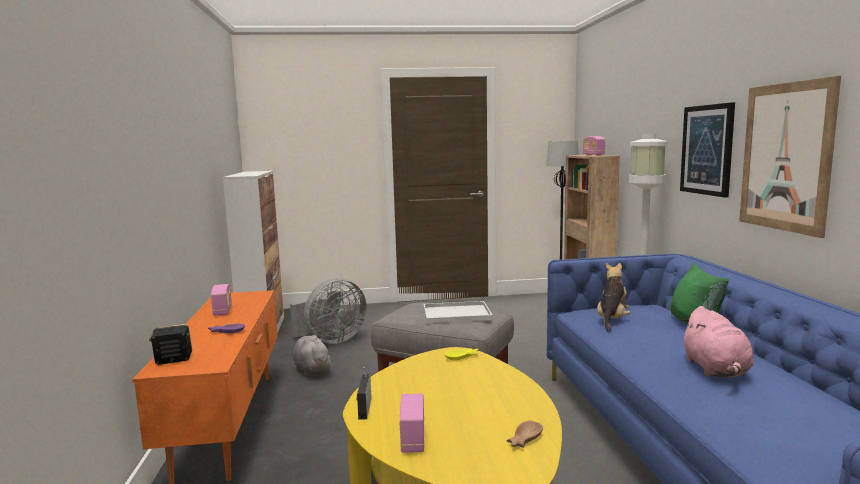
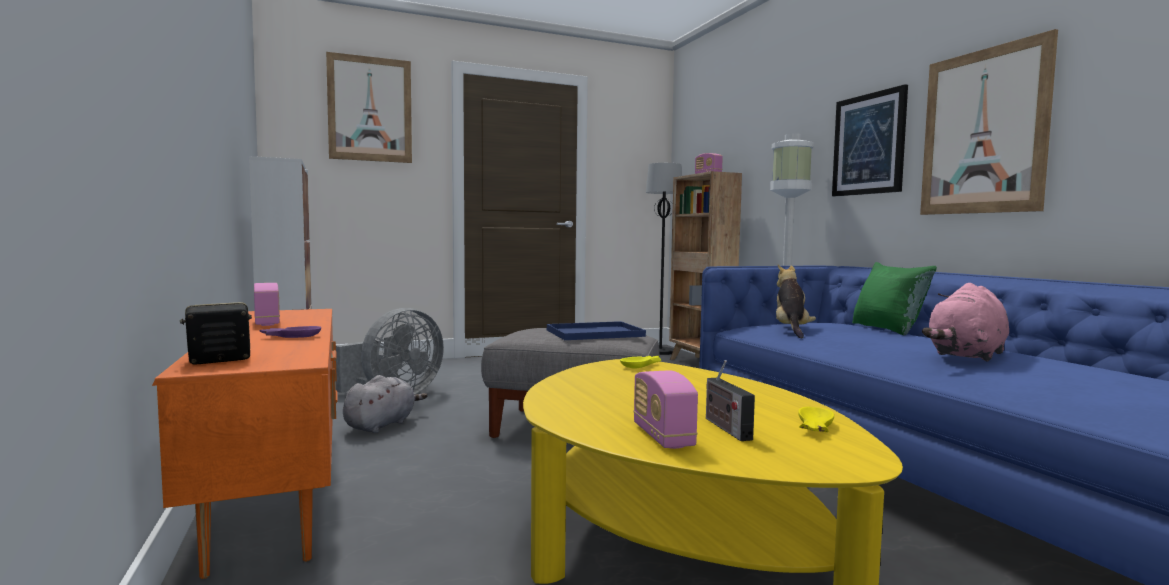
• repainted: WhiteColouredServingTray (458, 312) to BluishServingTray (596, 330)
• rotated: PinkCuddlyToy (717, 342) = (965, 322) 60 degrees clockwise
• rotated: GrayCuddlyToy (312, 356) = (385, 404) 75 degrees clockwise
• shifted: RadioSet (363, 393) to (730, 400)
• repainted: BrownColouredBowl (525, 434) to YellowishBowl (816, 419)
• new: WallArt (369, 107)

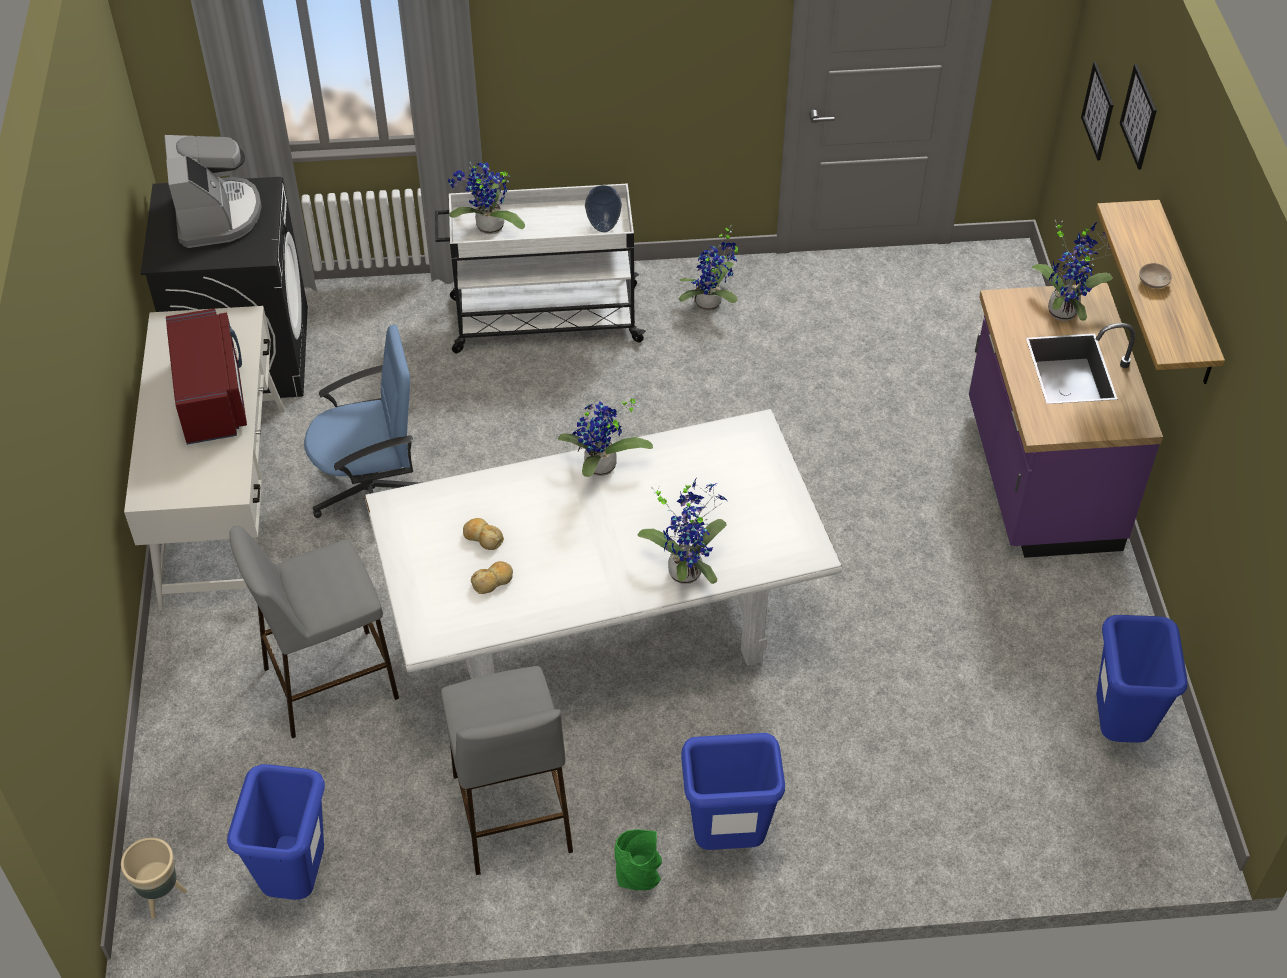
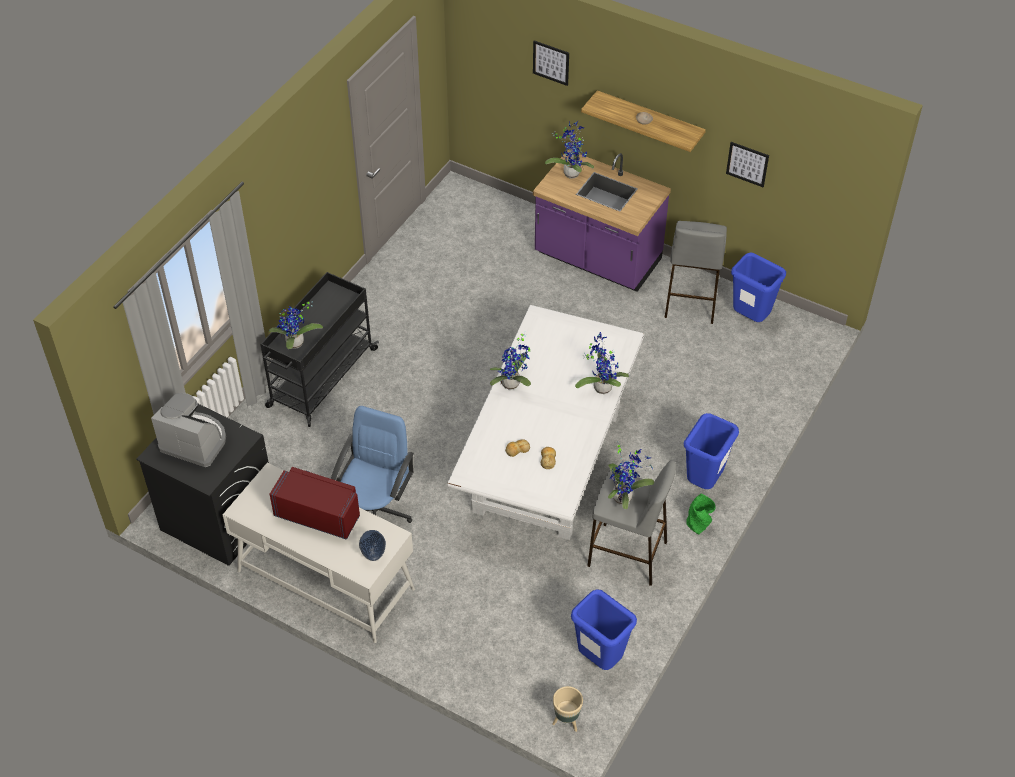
• shifted: WallArt (1097, 111) to (747, 164)
• repainted: WhiteColouredCart (540, 268) to BlackishCart (319, 349)
• shifted: FlowerVase (603, 208) to (372, 545)
• shifted: PottedPlant (708, 268) to (631, 476)
• shifted: GrayStoolSeat (314, 631) to (695, 272)

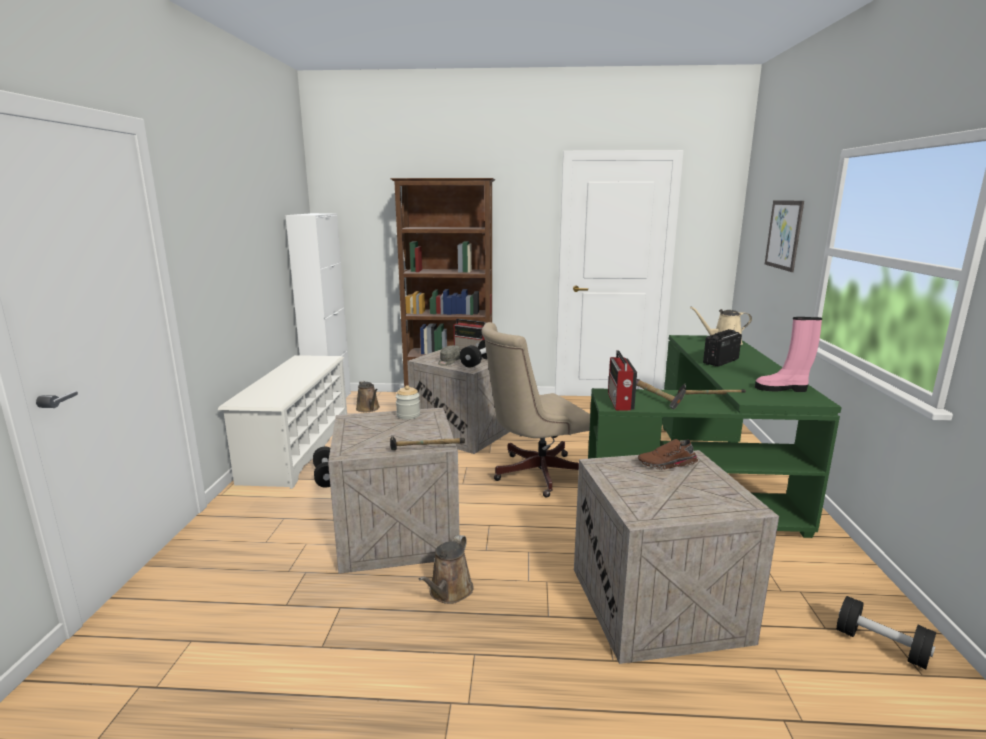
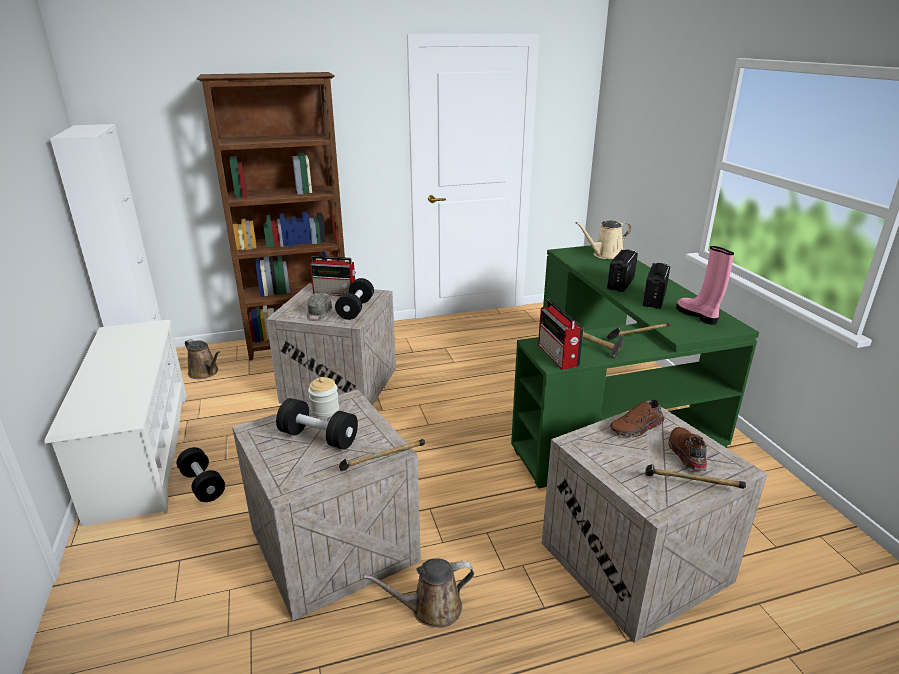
• gone: WallArt (784, 236)
• rotated: PinkHighTopBoot (788, 354) = (705, 285) 75 degrees clockwise
• gone: BeigeComputerChair (535, 410)
• rotated: BrownColouredSprinklingCan (446, 569) = (418, 593) 75 degrees clockwise
• shifted: BlackishHandWeight (886, 632) to (317, 423)
• new: RadioSet (656, 286)
• new: BrownColouredShoe (687, 449)
• new: HandHammer (695, 476)

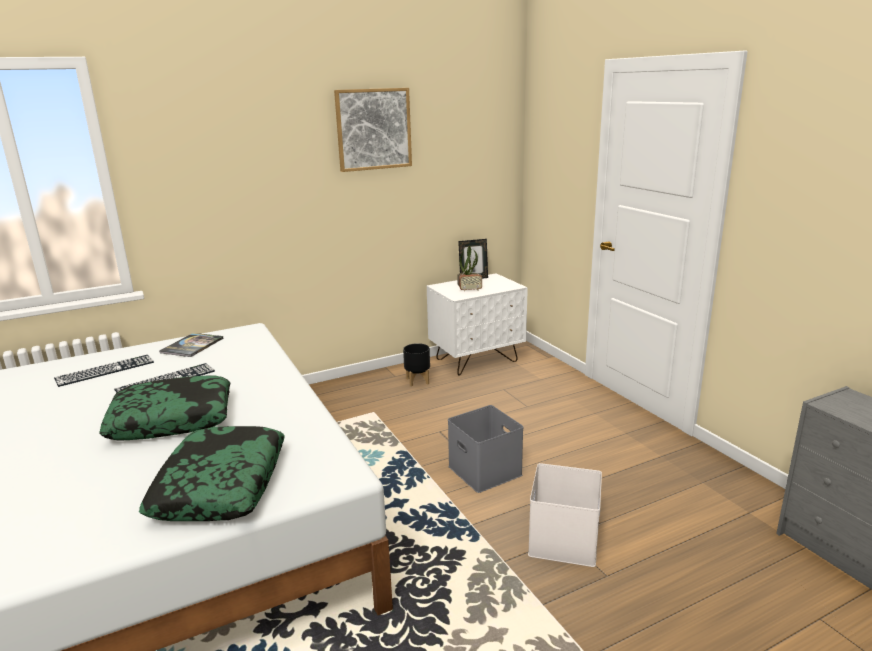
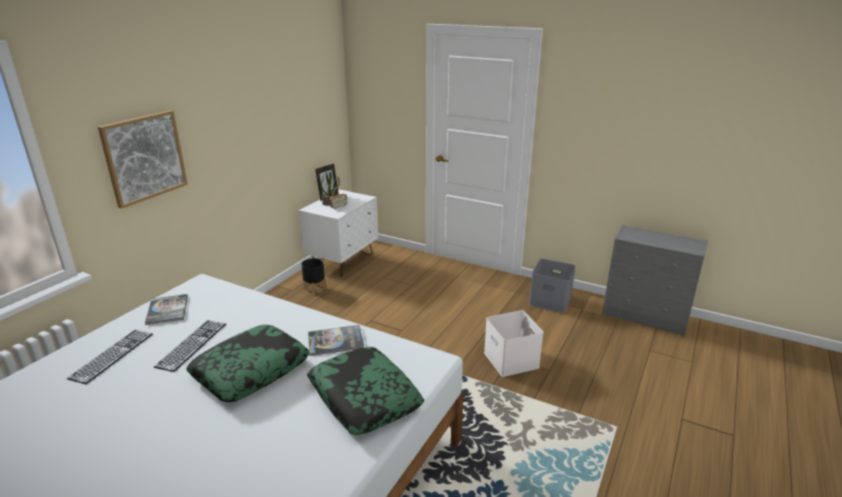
• shifted: WallArt (373, 130) to (143, 159)
• shifted: GrayStorageContainer (486, 449) to (552, 285)
• new: Book (336, 340)

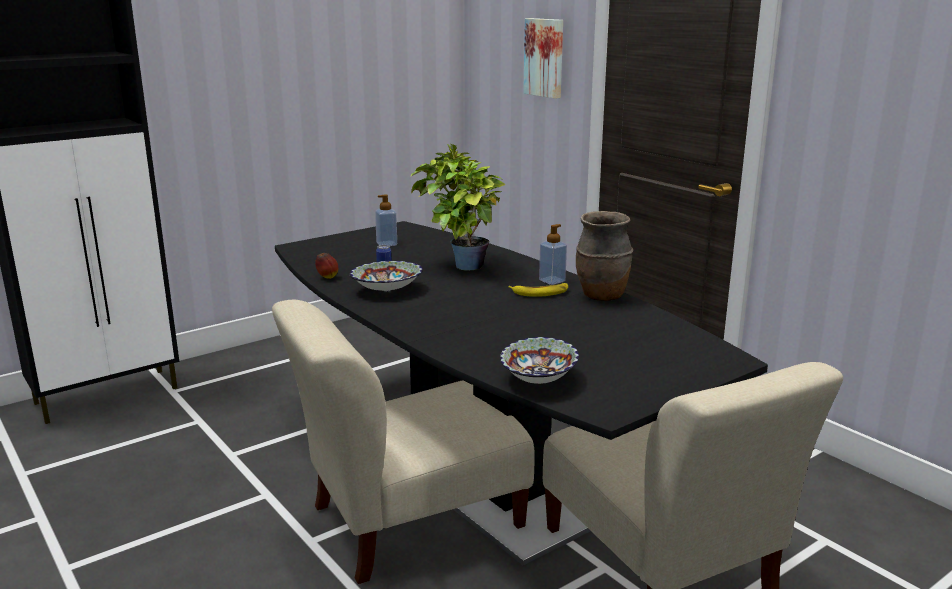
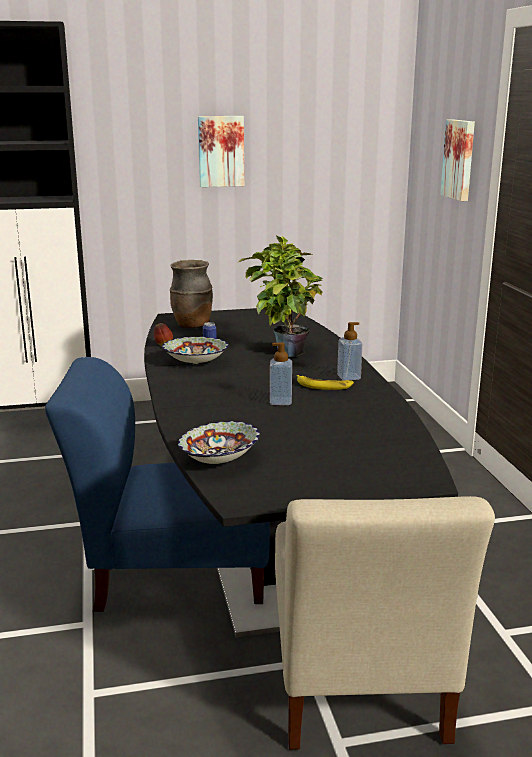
• shifted: SoapBottle (386, 220) to (281, 373)
• shifted: BrownColouredFlowerVase (604, 256) to (191, 294)
• repainted: BeigeUprightChair (403, 442) to BluishUprightChair (157, 484)
• new: WallArt (221, 151)

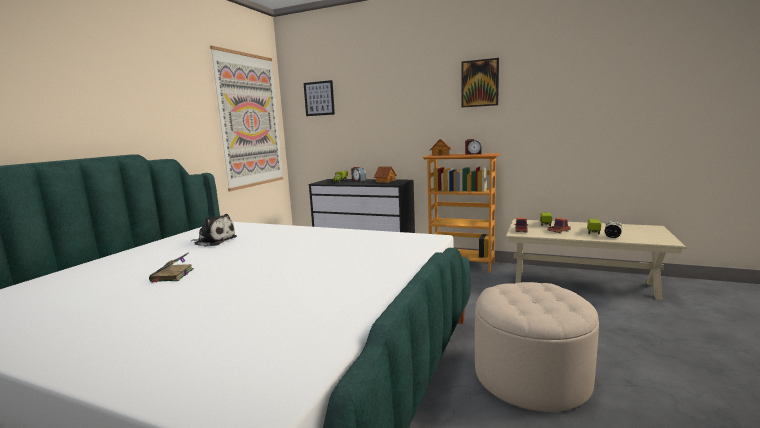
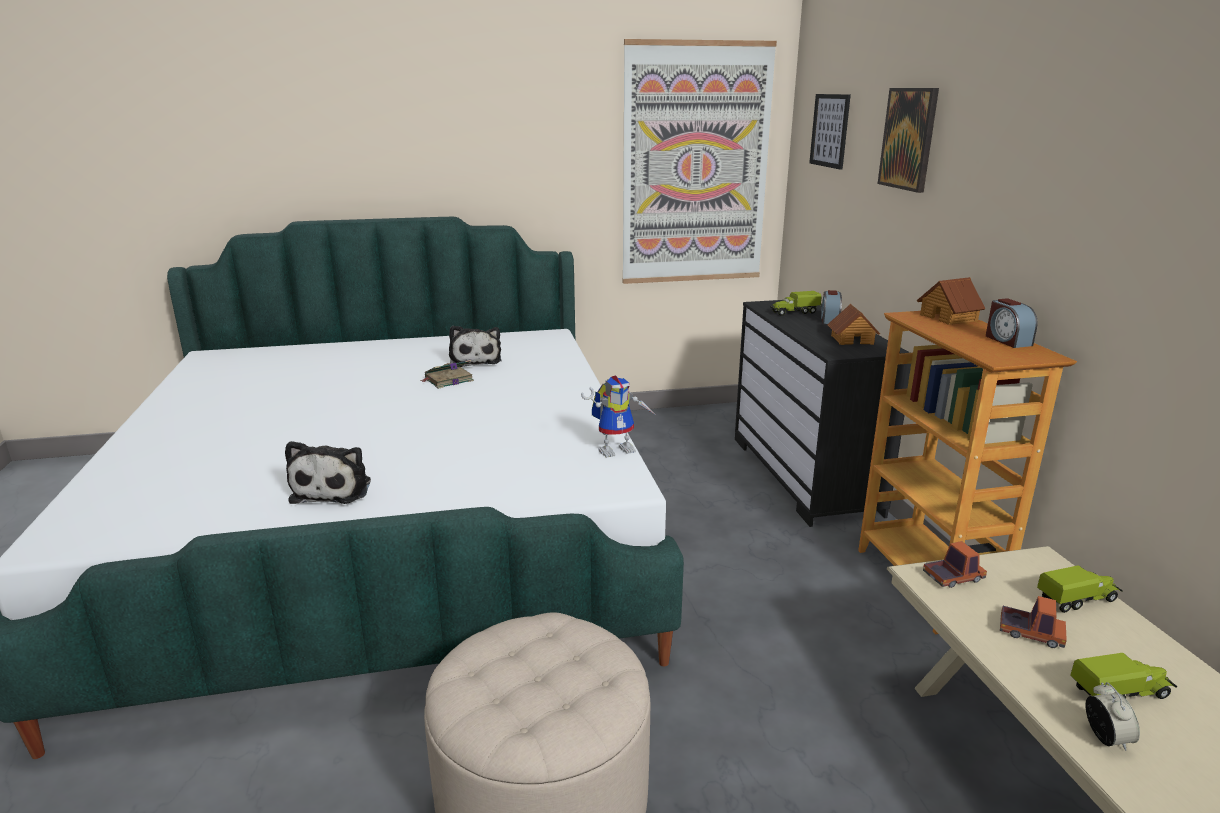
• shifted: WallArt (480, 82) to (908, 140)
• shifted: Book (171, 267) to (447, 374)
• new: RobotFigure (617, 416)
• new: CuddlyToy (328, 472)

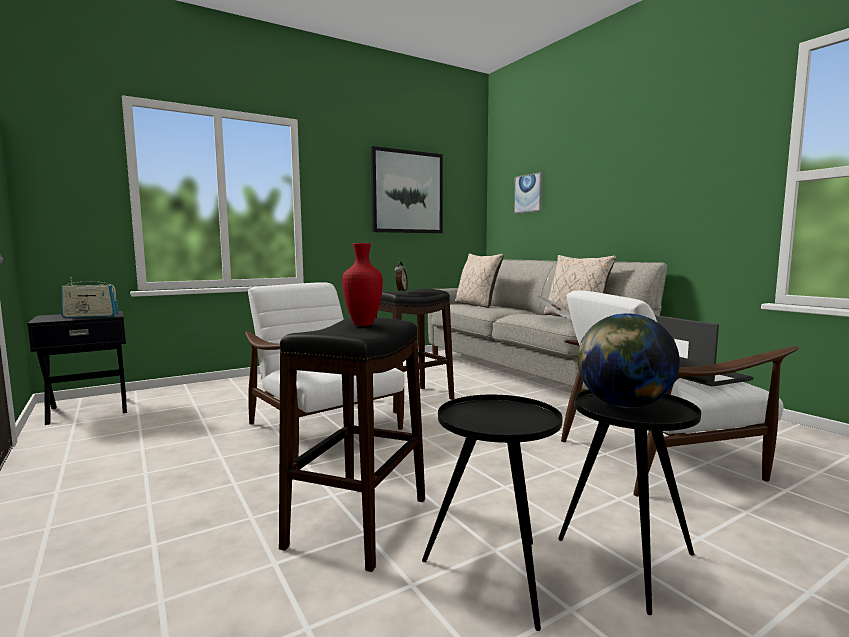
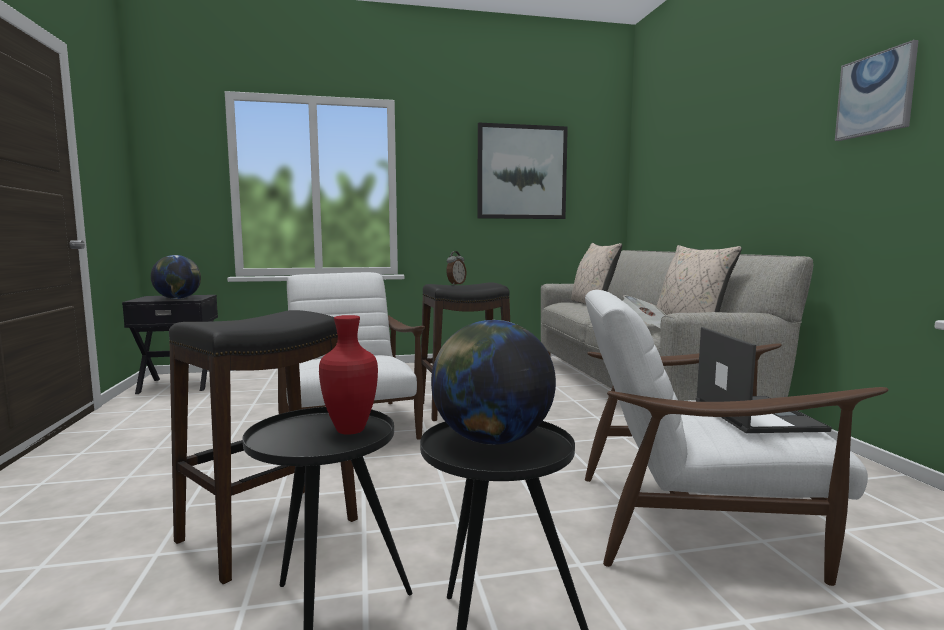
• shifted: WallArt (528, 193) to (877, 90)
• shifted: ReddishFlowerVase (362, 284) to (348, 375)
• swapped: RadioSet (90, 298) to Globe (176, 277)

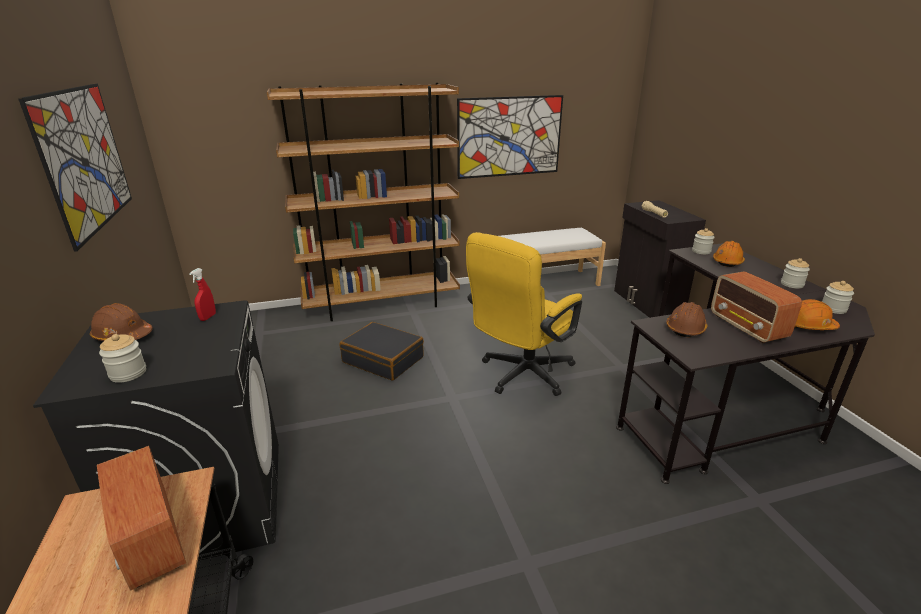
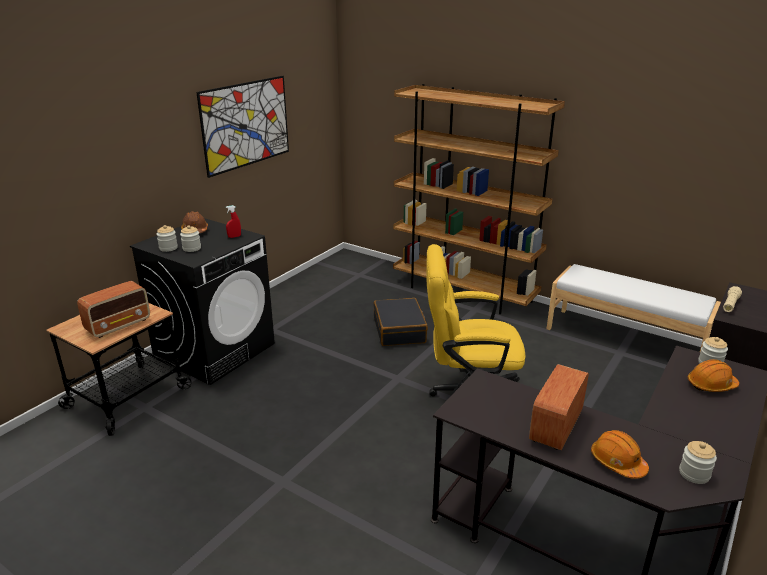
• gone: WallArt (510, 137)
• shifted: PreserveJar (795, 273) to (190, 238)
• gone: BrownColouredWorkHelmet (687, 319)
• rotated: RadioSet (141, 518) = (113, 309) 150 degrees counterclockwise

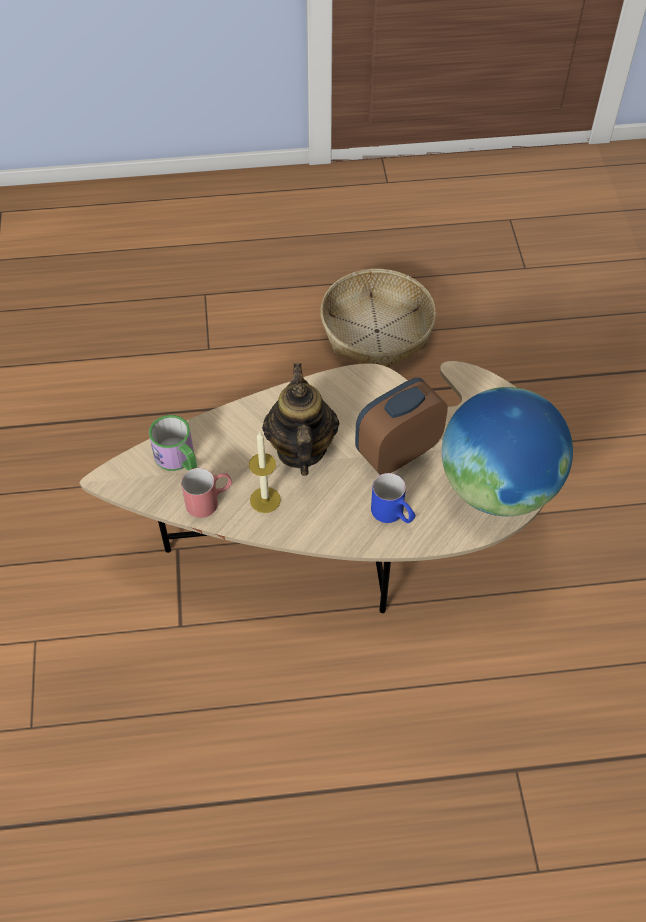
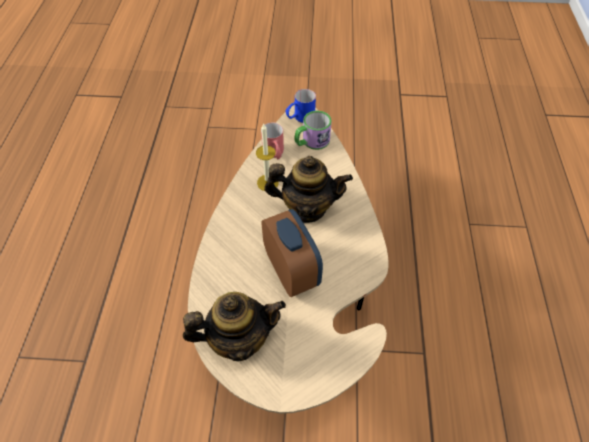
• gone: Basket (378, 318)
• swapped: Globe (507, 451) to PotForTea (234, 326)
• shifted: BluishTeaMug (393, 498) to (301, 106)

